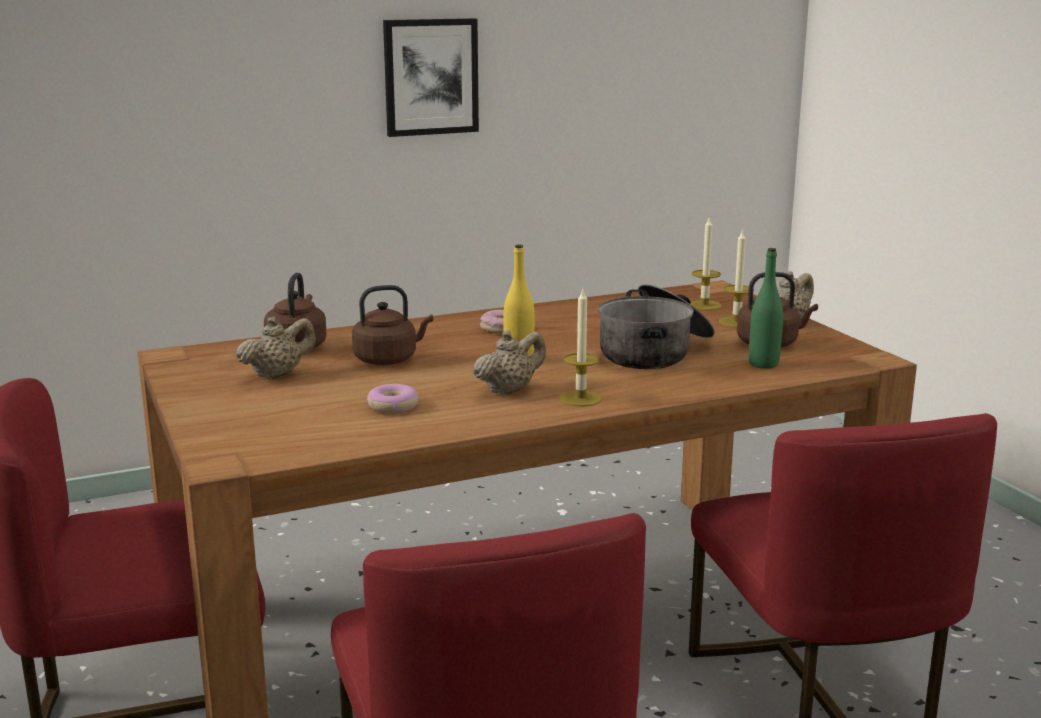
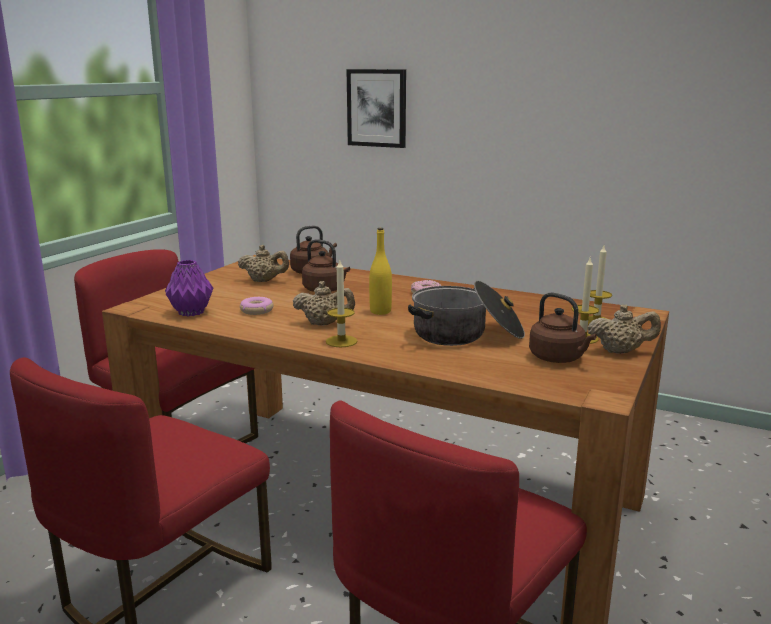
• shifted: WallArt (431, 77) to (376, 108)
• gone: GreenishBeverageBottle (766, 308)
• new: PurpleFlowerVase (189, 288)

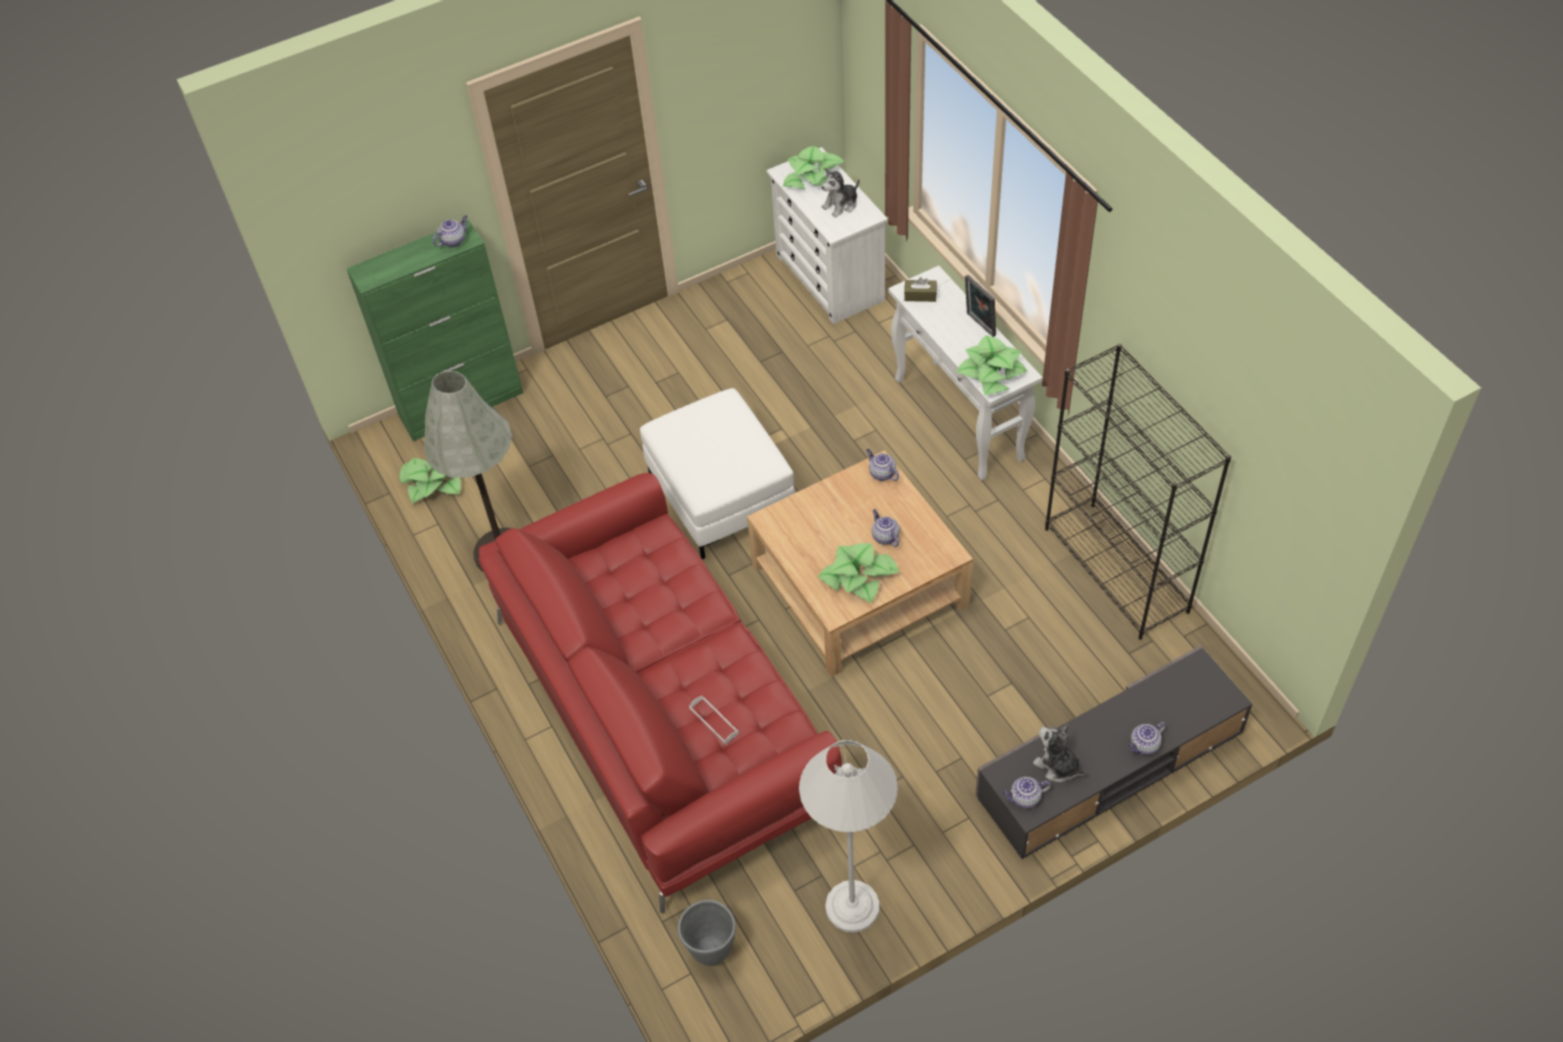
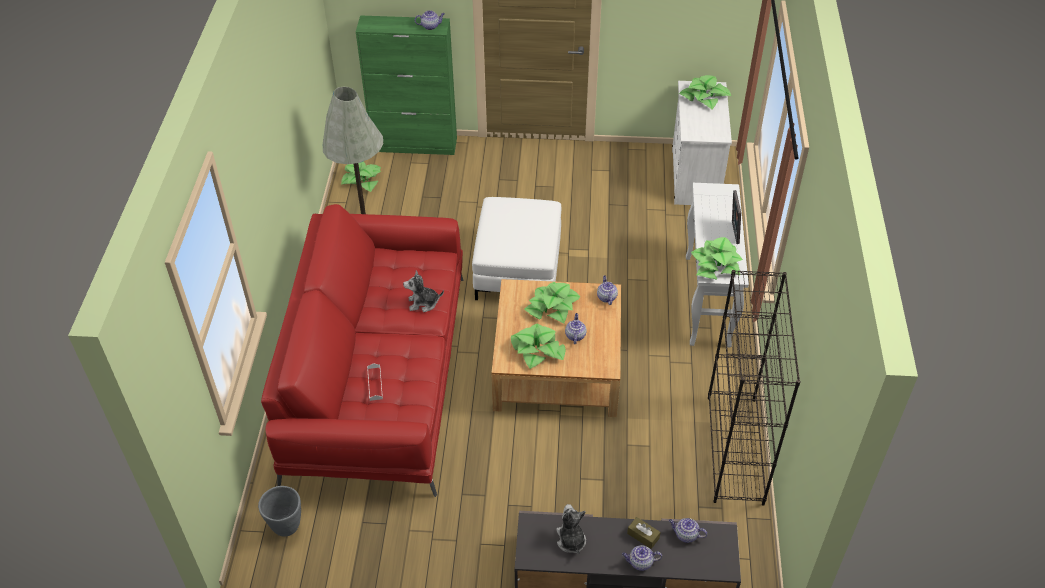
• shifted: CuddlyToy (840, 193) to (423, 291)
• shifted: BrownColouredTissueHolder (920, 289) to (643, 533)
• gone: WhiteColouredStandingLamp (848, 836)
• shifted: PotForTea (1026, 792) to (688, 530)
• new: PottedPlant (552, 302)

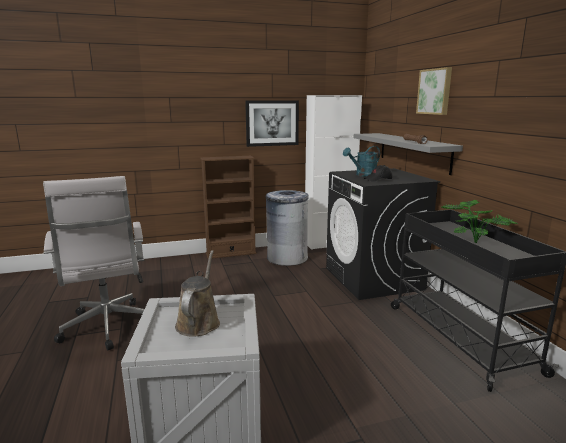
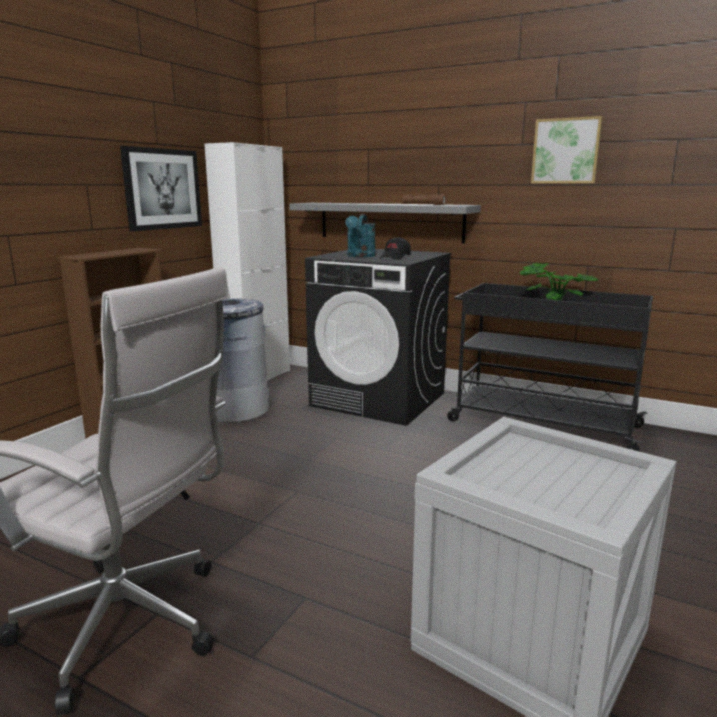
• shifted: WallArt (434, 91) to (567, 149)
• gone: BrownColouredSprinklingCan (197, 293)

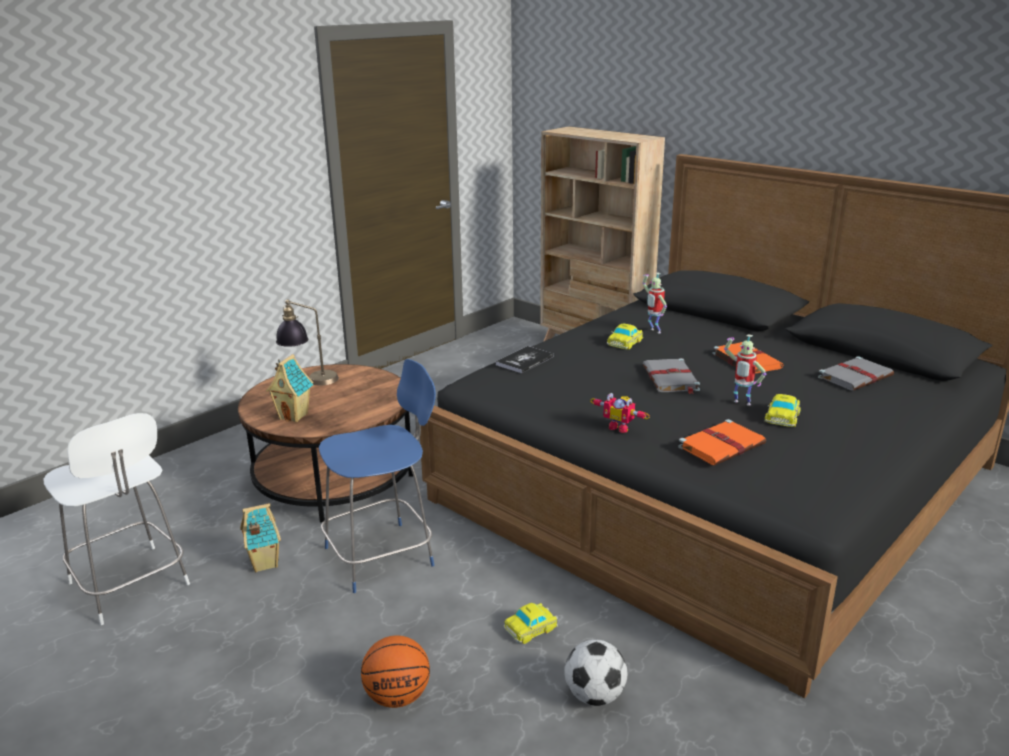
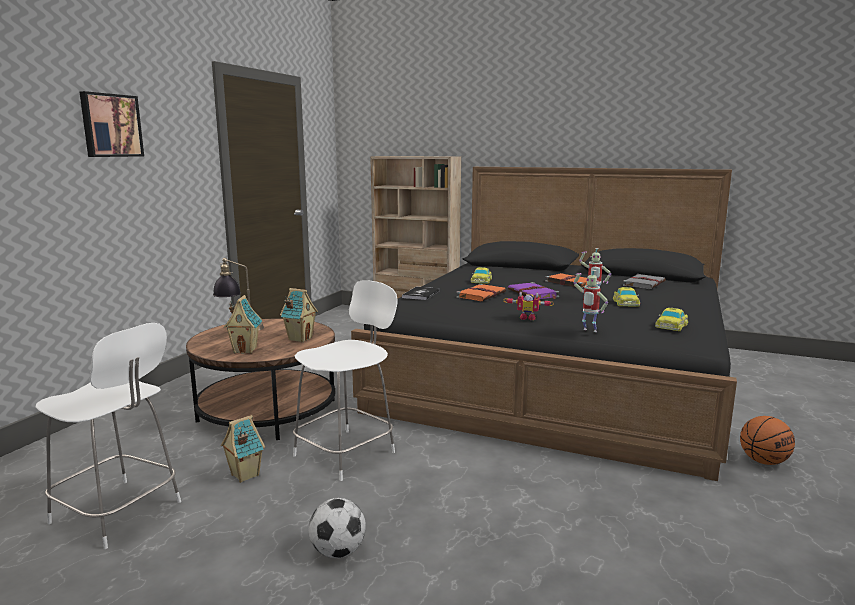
• shifted: RobotFigure (654, 303) to (590, 301)
• repainted: GrayBook (671, 376) to PurpleBook (533, 290)
• repainted: BluishUprightChair (377, 476) to WhiteColouredUprightChair (345, 380)
• shifted: OrangeBook (722, 442) to (481, 292)
• shifted: ModelCar (531, 623) to (671, 319)
• shifted: BallForBasketball (395, 671) to (767, 440)
• shifted: FootballBall (595, 672) to (337, 528)
• new: WallArt (111, 124)
• new: MiniatureHouse (299, 315)

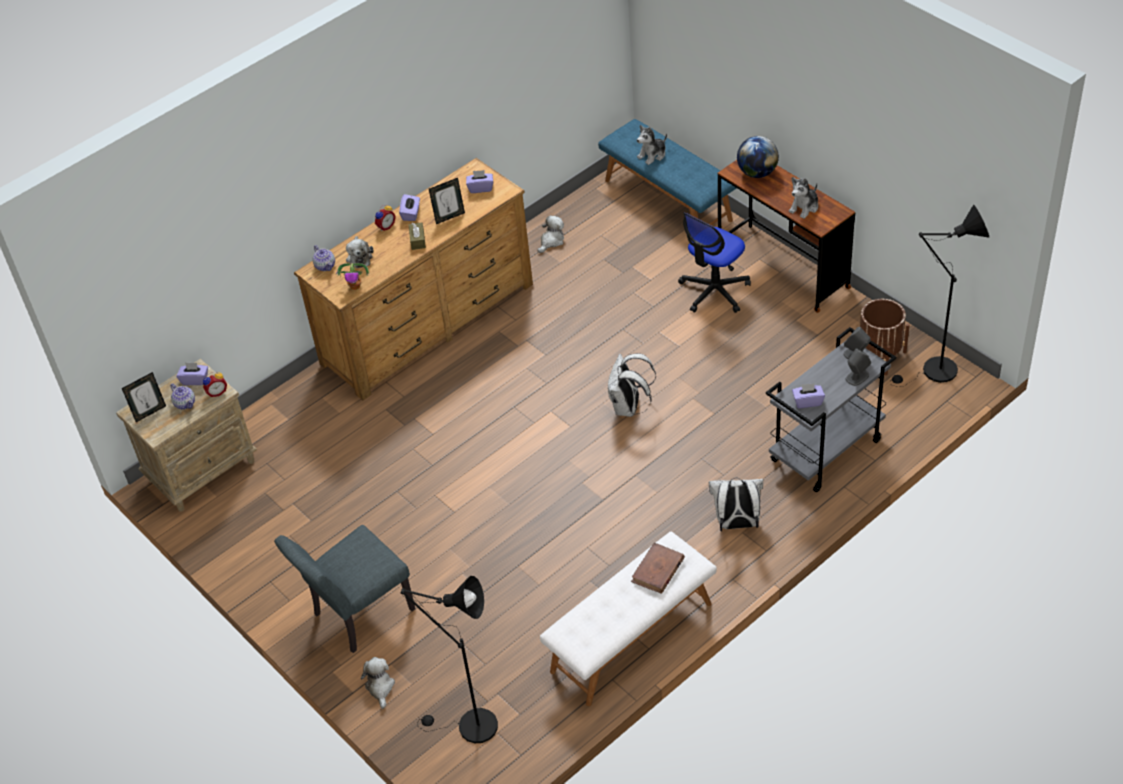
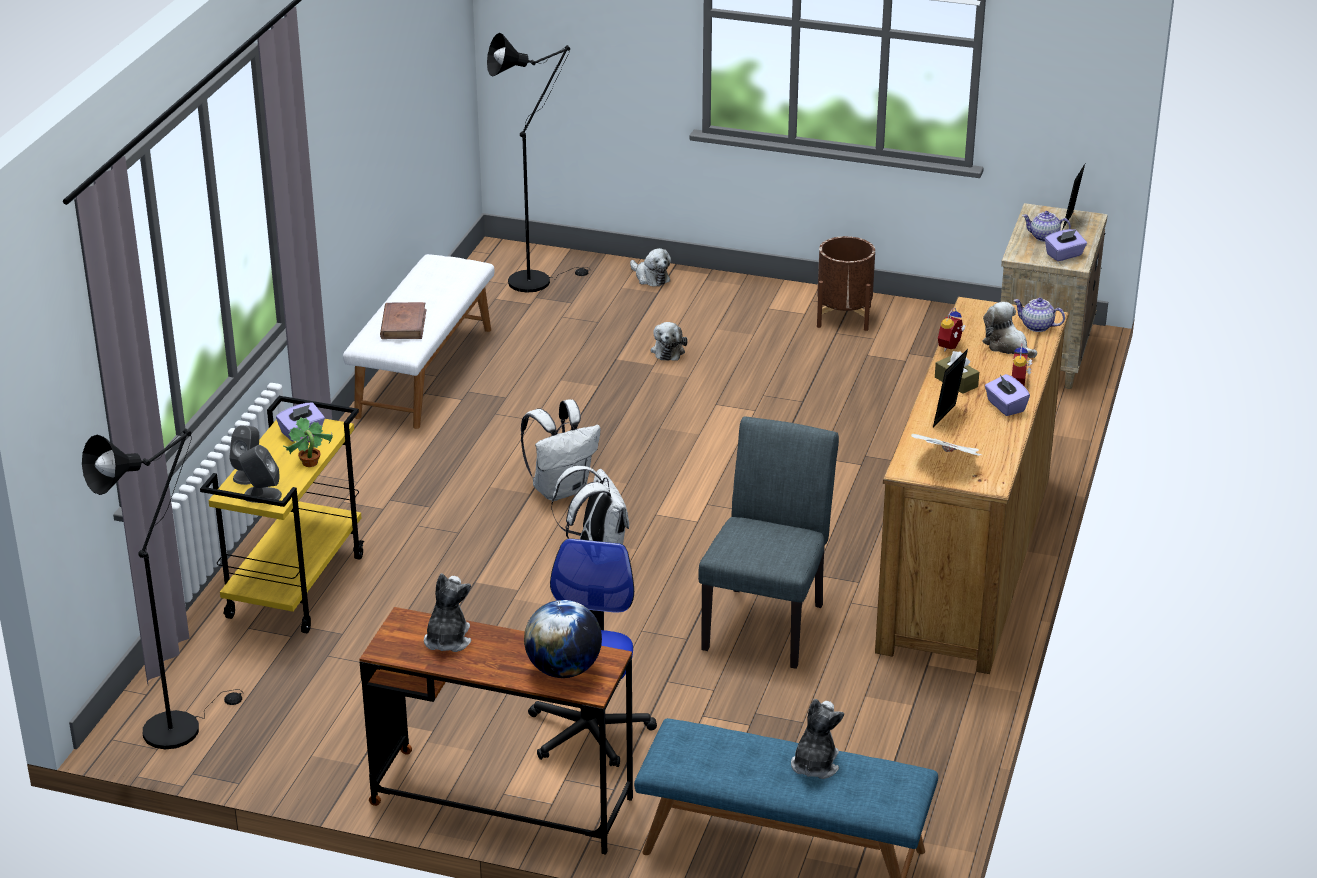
• swapped: PurpleTissueHolder (479, 181) to PrintedPaper (946, 445)
• shifted: CuddlyToy (551, 234) to (669, 341)
• shifted: PottedPlant (352, 276) to (308, 442)
• shifted: BrownColouredFlowerPot (884, 337) to (846, 283)
• repainted: GrayCart (831, 409) to YellowishCart (282, 514)
• shifted: AlarmClock (215, 384) to (952, 329)
• shifted: WhiteColouredKnapsack (736, 504) to (560, 450)
• shifted: GrayUprightChair (345, 589) to (768, 542)

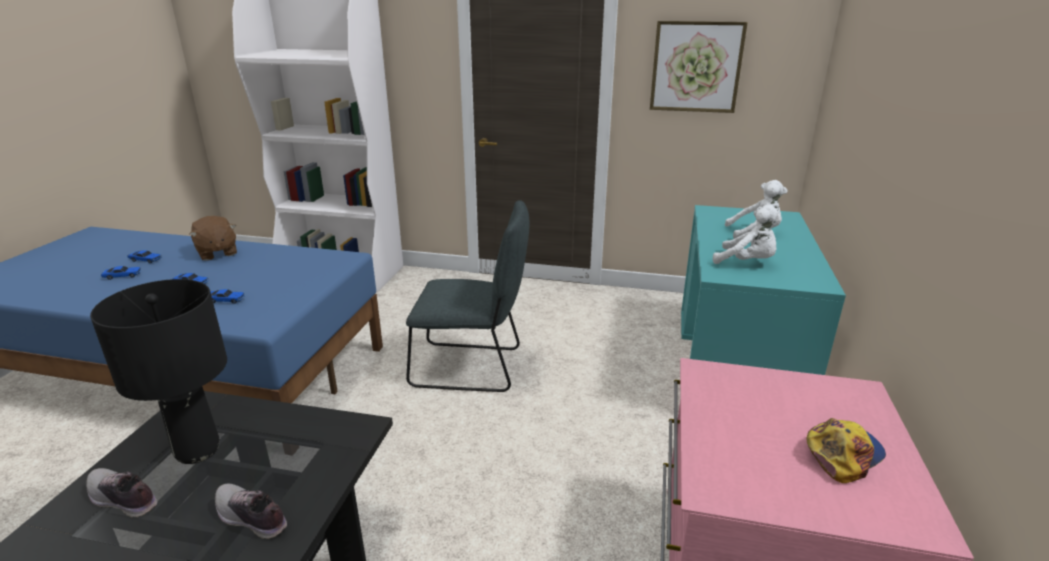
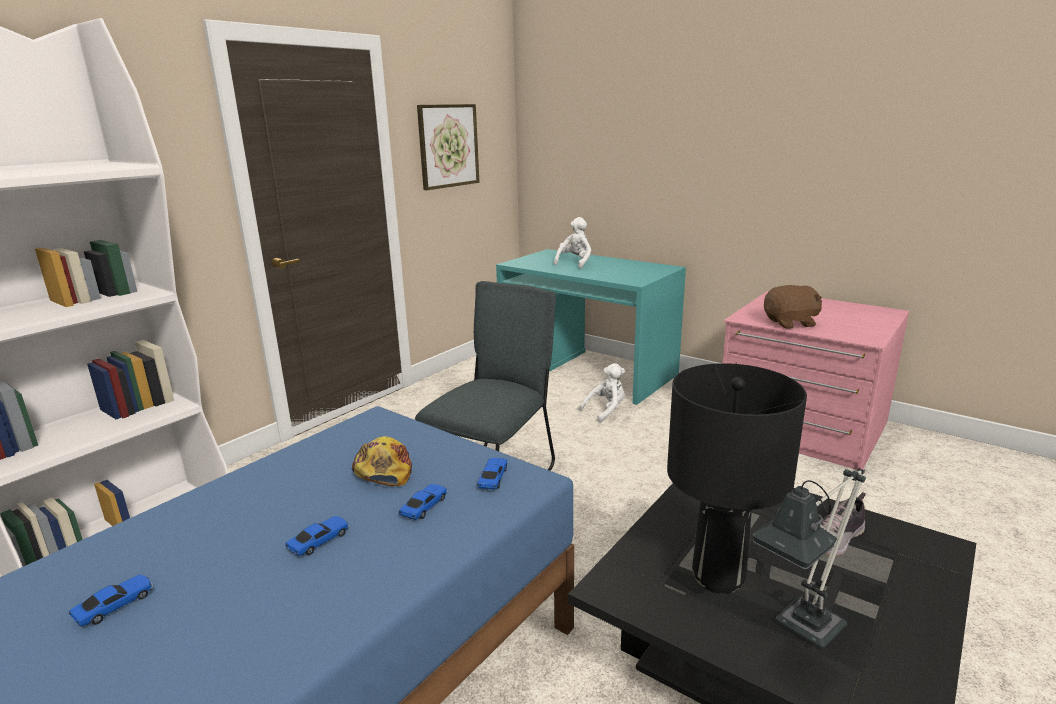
• shifted: WhiteColouredCuddlyToy (747, 234) to (602, 393)
• shifted: BrownColouredCuddlyToy (213, 238) to (793, 307)
• shifted: ModelCar (121, 273) to (492, 474)
• shifted: Cap (846, 450) to (382, 461)
• swapped: Shoe (122, 493) to TableLamp (809, 558)

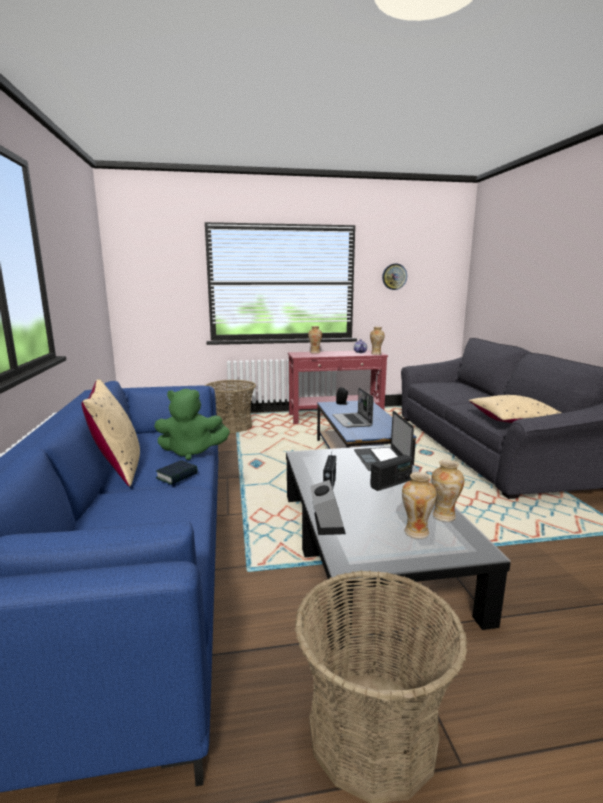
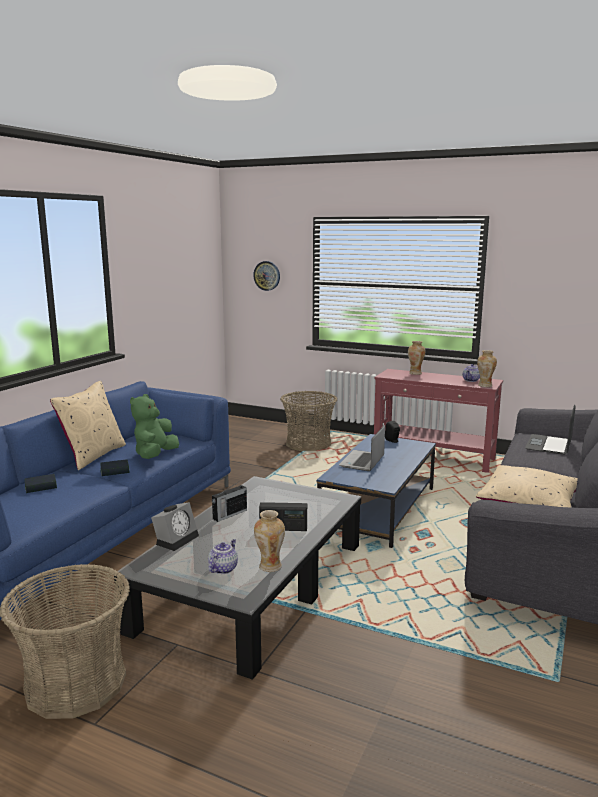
• shifted: WallClock (394, 277) to (266, 276)
• rotated: GreenishCuddlyToy (192, 424) = (154, 426) 75 degrees clockwise
• shifted: Laptop (384, 441) to (550, 429)
• swapped: FlowerVase (419, 505) to PotForTea (223, 556)
• new: Book (41, 483)

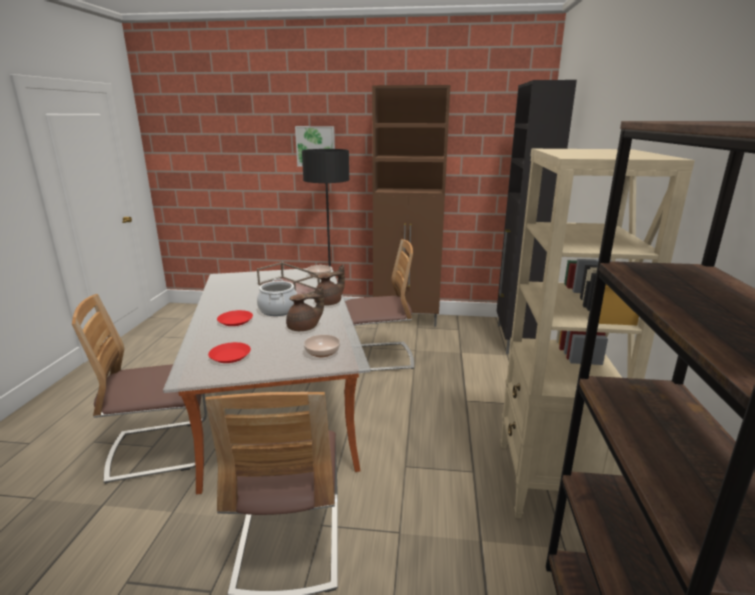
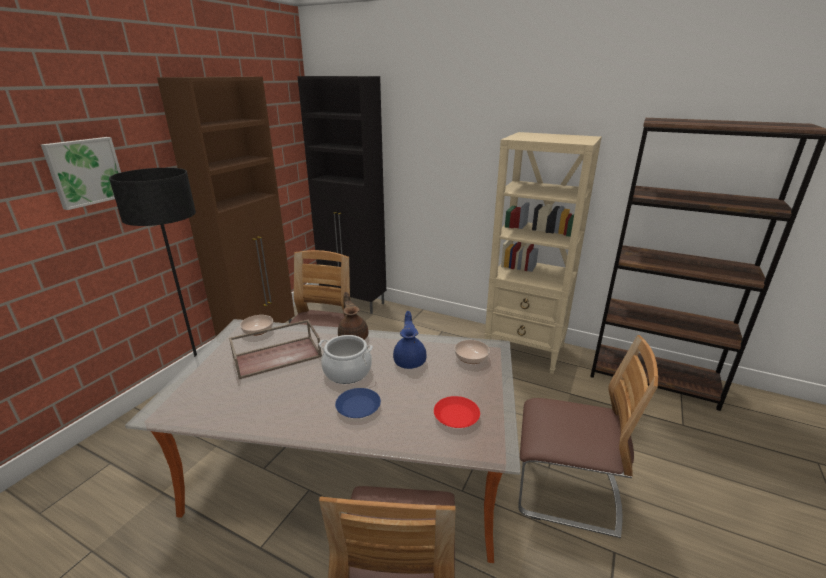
• repainted: BrownColouredPotForTea (305, 308) to BluishPotForTea (409, 340)
• repainted: ReddishDinnerPlate (235, 318) to BluishDinnerPlate (358, 403)

